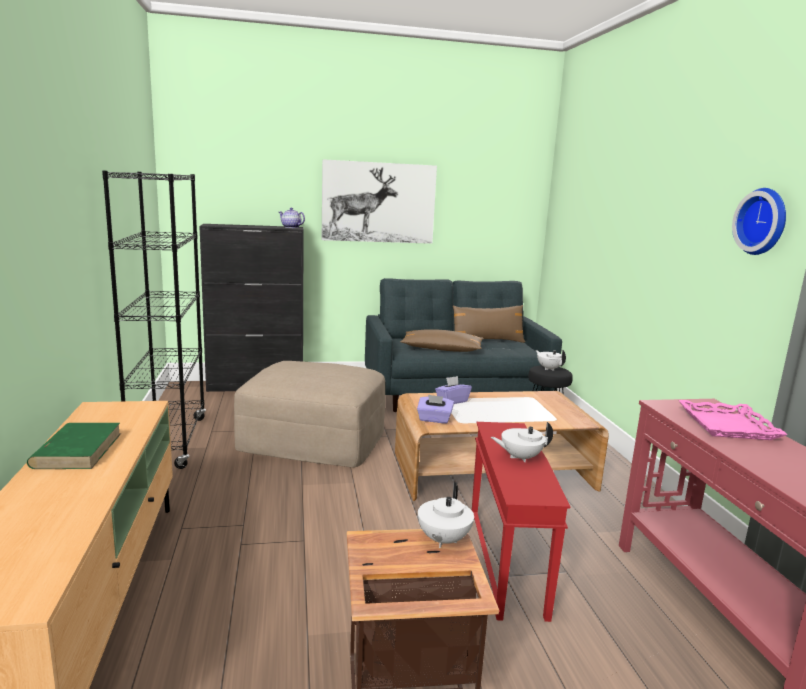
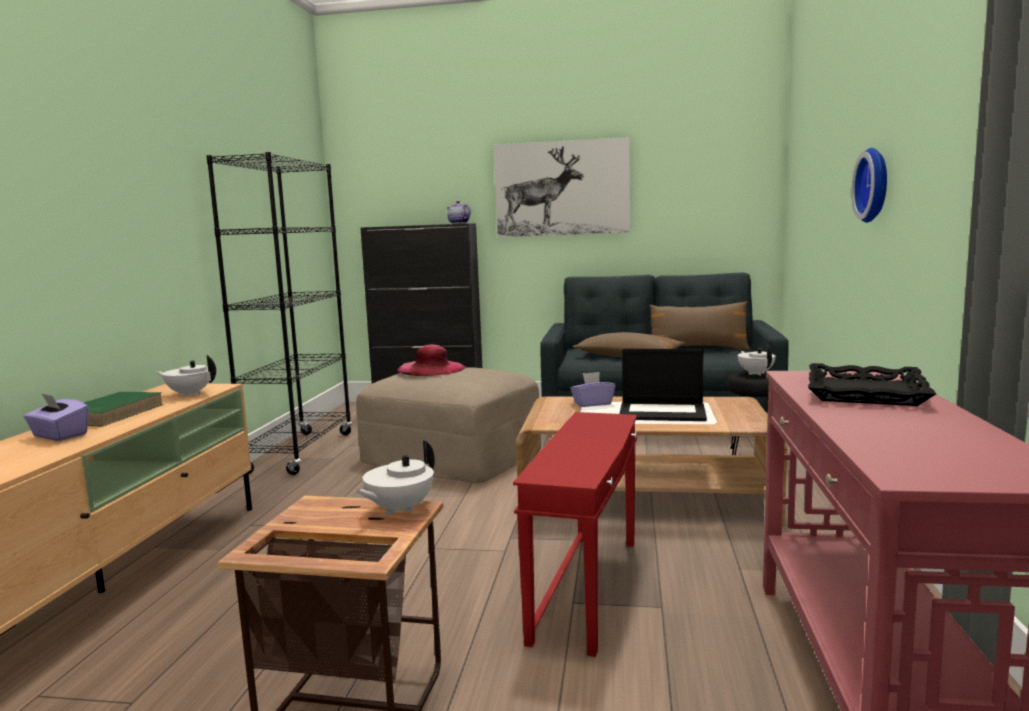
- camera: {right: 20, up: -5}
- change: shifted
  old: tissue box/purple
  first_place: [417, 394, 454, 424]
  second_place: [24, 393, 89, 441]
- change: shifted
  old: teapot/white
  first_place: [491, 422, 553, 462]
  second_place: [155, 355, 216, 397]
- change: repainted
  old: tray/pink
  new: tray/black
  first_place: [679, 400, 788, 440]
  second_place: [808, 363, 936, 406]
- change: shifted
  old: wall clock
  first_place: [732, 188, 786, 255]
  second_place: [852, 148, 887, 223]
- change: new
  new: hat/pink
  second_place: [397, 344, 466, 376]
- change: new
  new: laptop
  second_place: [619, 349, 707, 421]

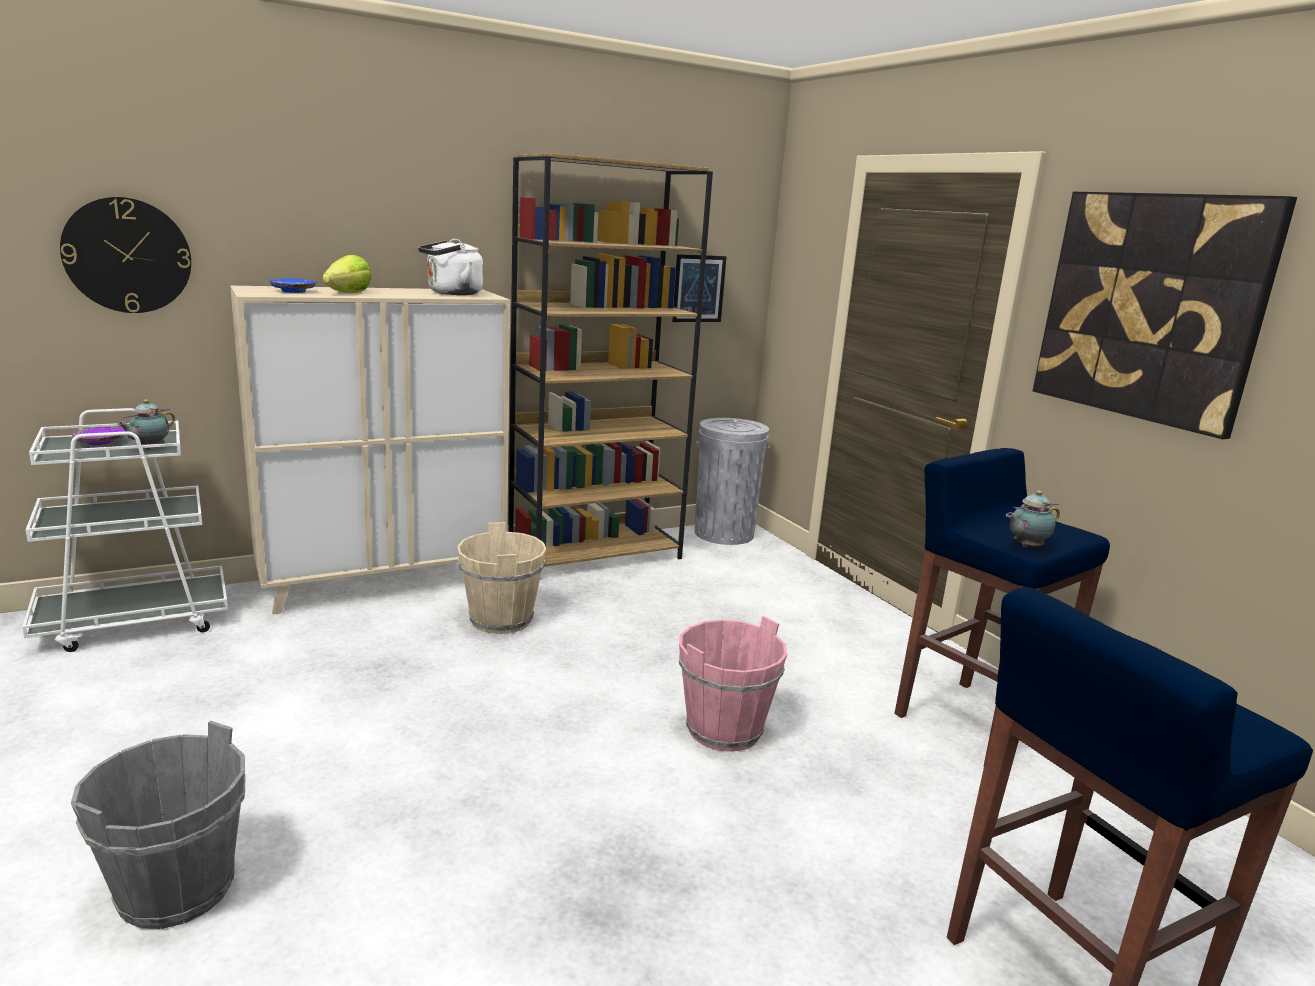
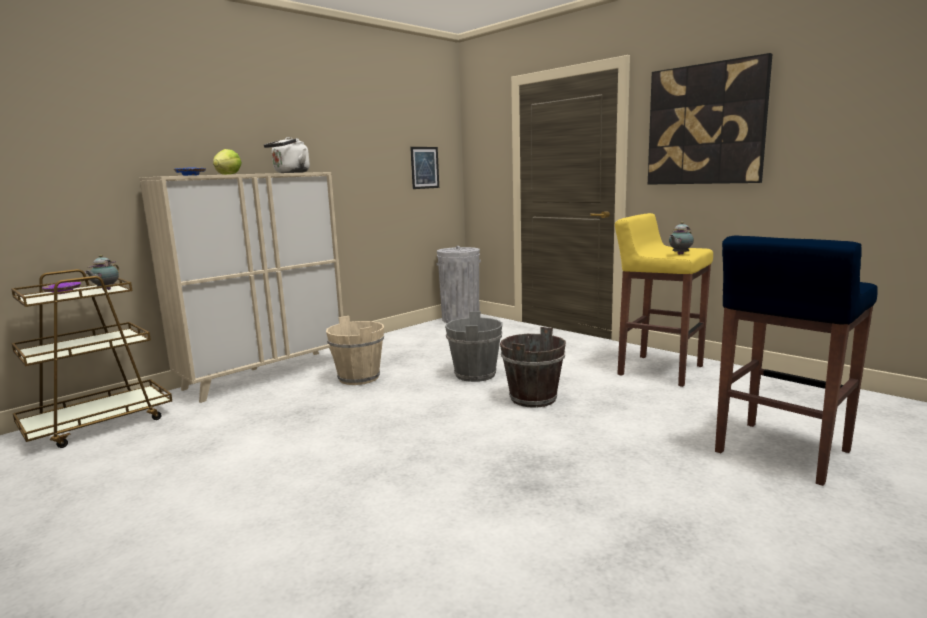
- camera: {right: -15, up: -5}
- change: repainted
  old: cart/white
  new: cart/brown
  first_place: [22, 408, 228, 652]
  second_place: [11, 269, 172, 448]
- change: gone
  old: wall clock
  first_place: [60, 197, 191, 313]
- change: shifted
  old: bucket/grey
  first_place: [71, 721, 246, 929]
  second_place: [445, 311, 502, 382]
- change: gone
  old: bookcase/brown
  first_place: [509, 153, 713, 567]
- change: repainted
  old: bucket/pink
  new: bucket/brown
  first_place: [679, 616, 787, 752]
  second_place: [500, 327, 566, 408]
- change: repainted
  old: stool/blue
  new: stool/yellow
  first_place: [894, 448, 1110, 764]
  second_place: [615, 213, 713, 387]

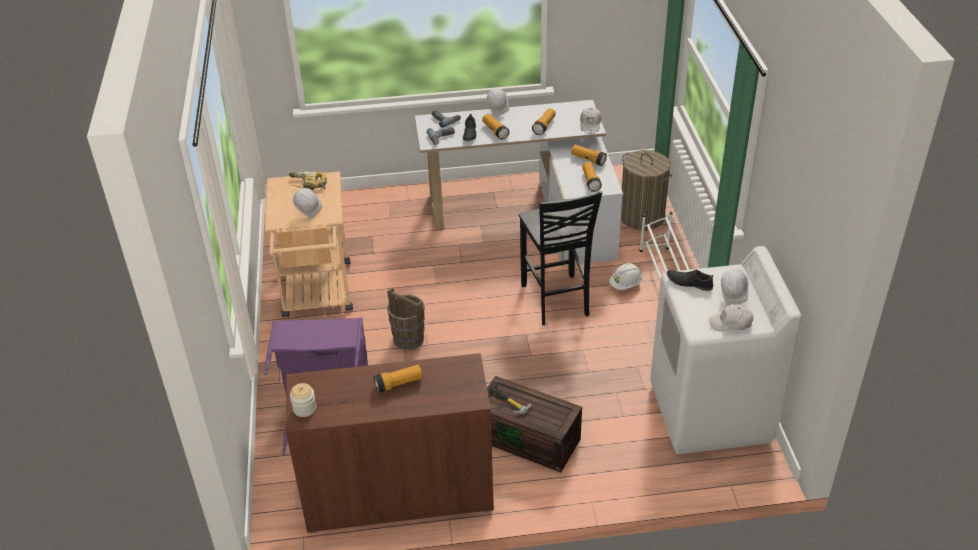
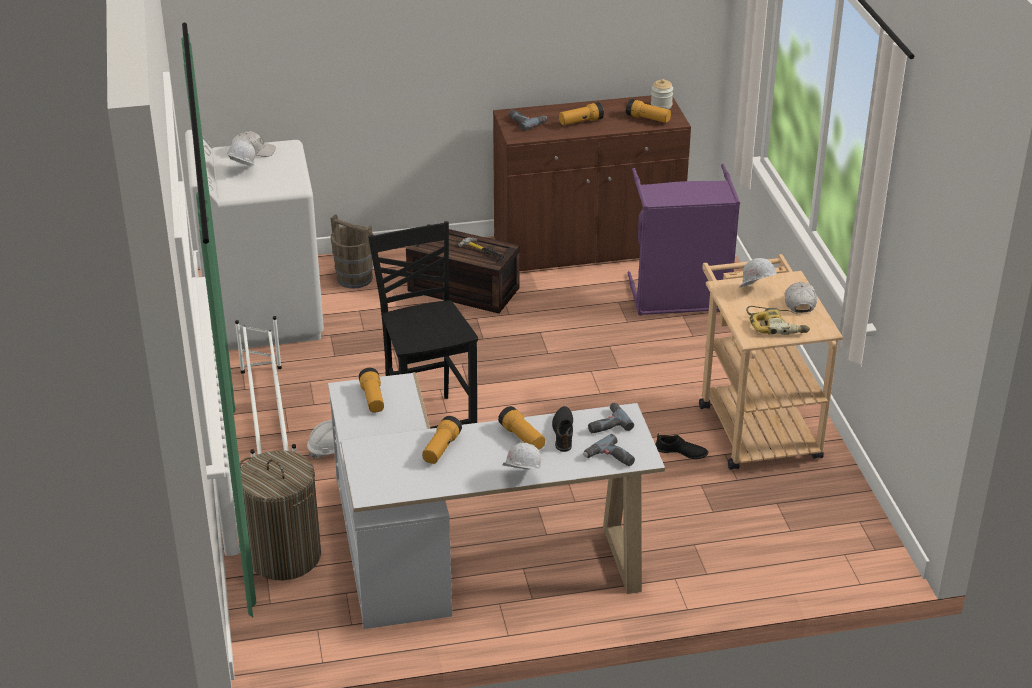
- camera: {right: 175, up: -5}
- change: shifted
  old: bucket/brown
  first_place: [387, 287, 425, 350]
  second_place: [330, 214, 373, 289]
- change: shifted
  old: flashlight
  first_place: [571, 145, 607, 166]
  second_place: [626, 99, 671, 123]
- change: shifted
  old: cap/white
  first_place: [580, 107, 601, 132]
  second_place: [785, 282, 817, 313]
- change: shifted
  old: shoe/black
  first_place: [667, 270, 713, 291]
  second_place: [655, 433, 708, 459]
- change: new
  new: power drill
  second_place: [509, 110, 547, 131]

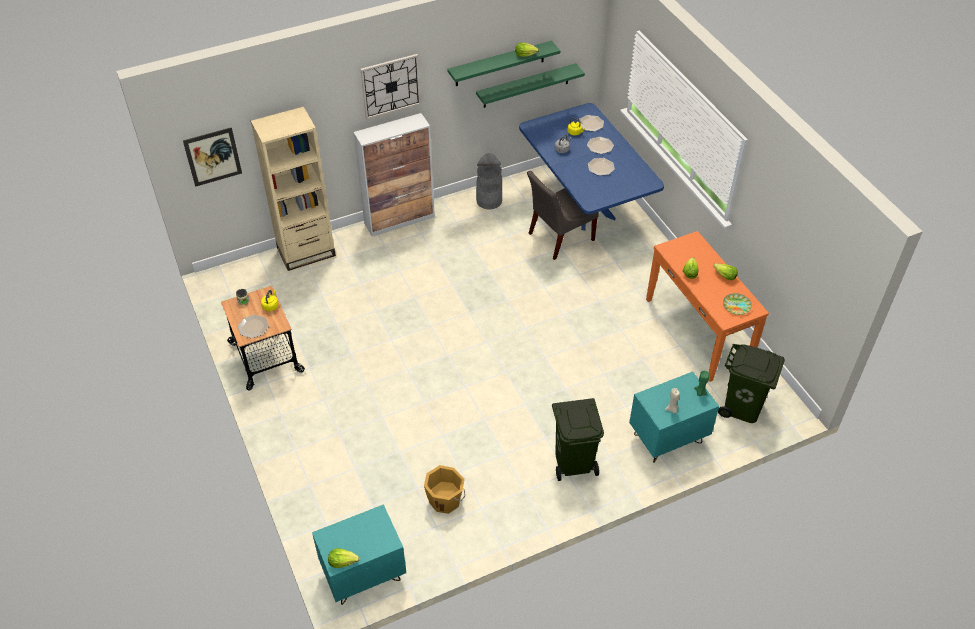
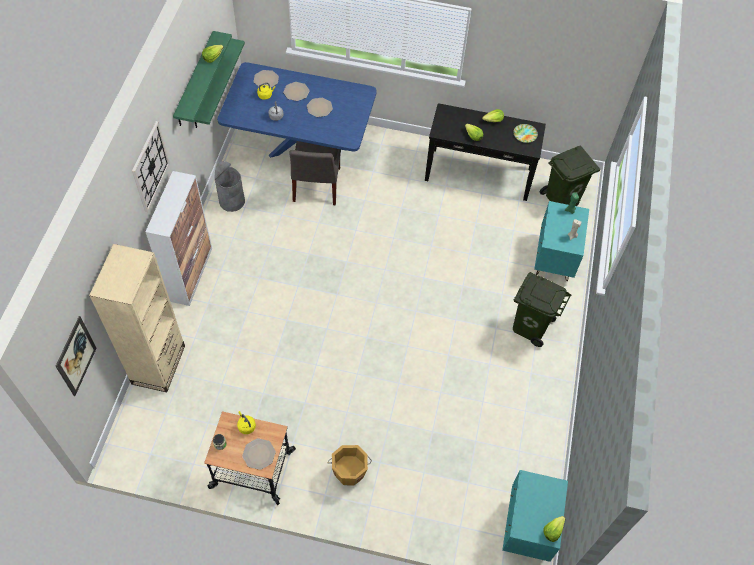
- camera: {right: -55, up: 10}
- change: shifted
  old: bucket/orange
  first_place: [424, 465, 465, 514]
  second_place: [328, 445, 372, 486]
- change: repainted
  old: console table/orange
  new: console table/black
  first_place: [646, 231, 769, 382]
  second_place: [425, 103, 546, 201]

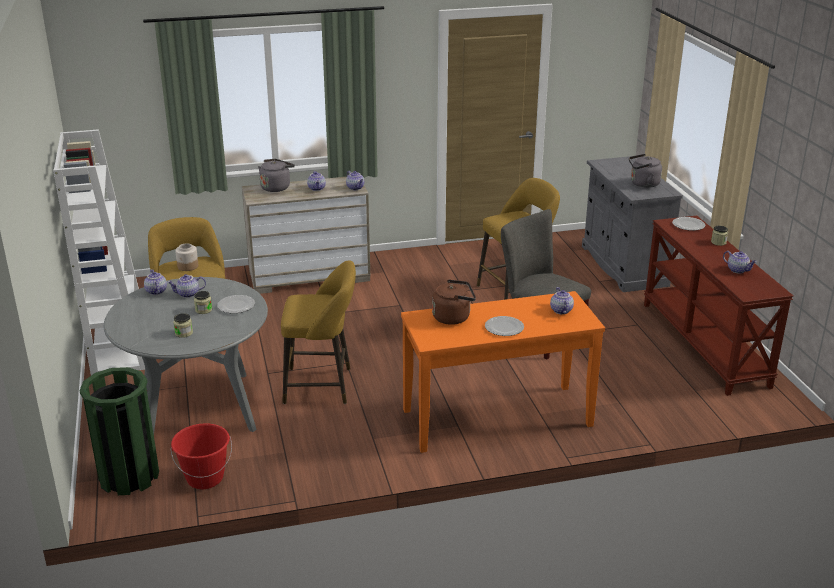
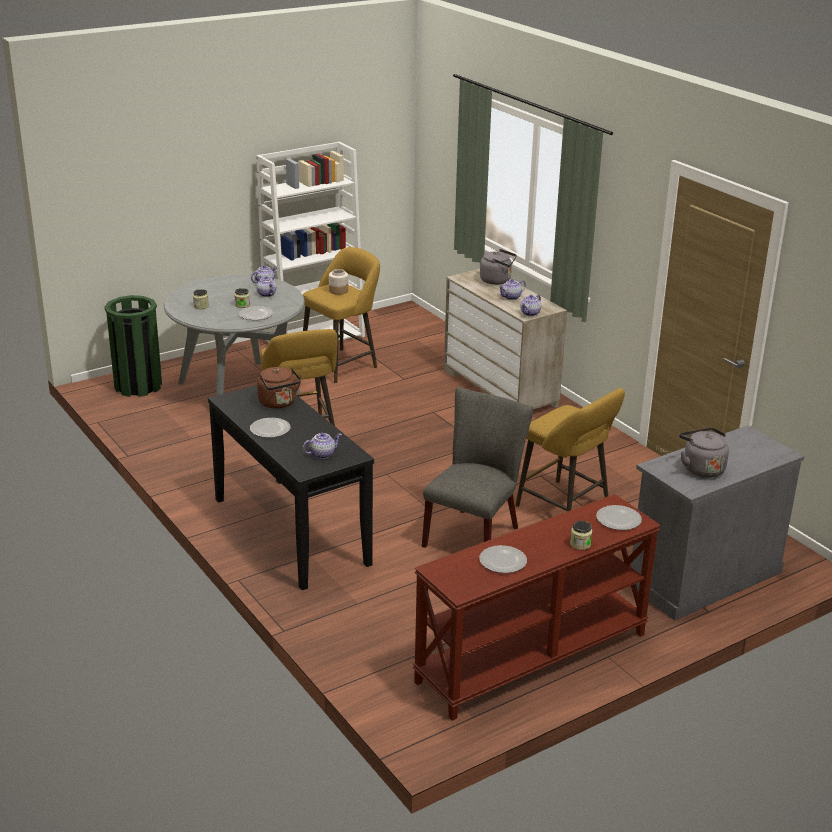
- camera: {right: 70, up: 0}
- change: gone
  old: bucket/red
  first_place: [170, 423, 232, 489]
- change: repainted
  old: console table/orange
  new: console table/black
  first_place: [401, 291, 605, 453]
  second_place: [208, 385, 374, 590]
- change: swapped
  old: teapot
  new: plate
  first_place: [723, 251, 757, 273]
  second_place: [479, 545, 527, 573]

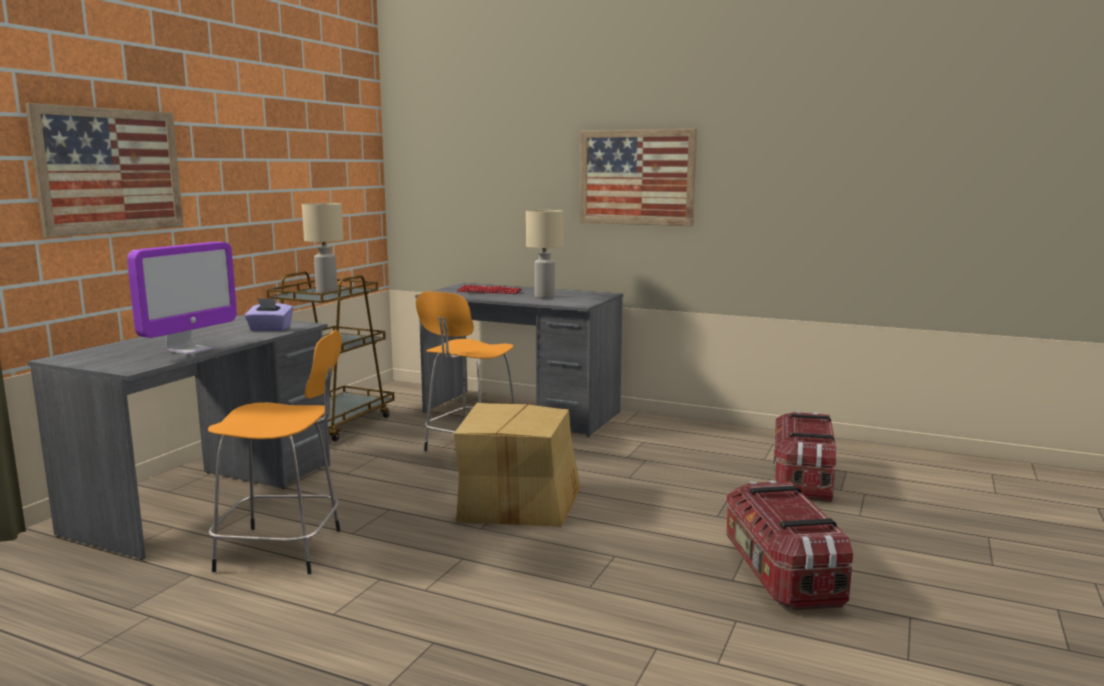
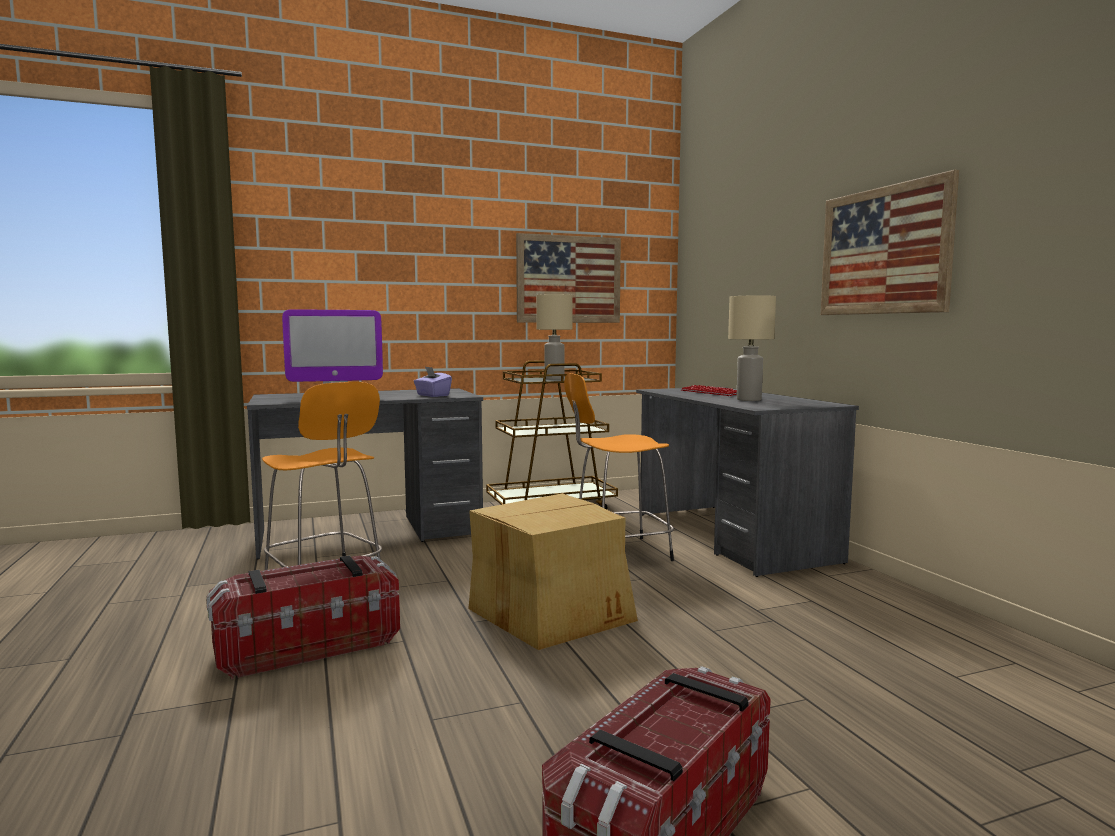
- camera: {right: 45, up: -5}
- change: shifted
  old: picture
  first_place: [25, 103, 184, 238]
  second_place: [516, 233, 621, 323]
- change: shifted
  old: storage box
  first_place: [773, 411, 837, 502]
  second_place: [206, 556, 400, 679]

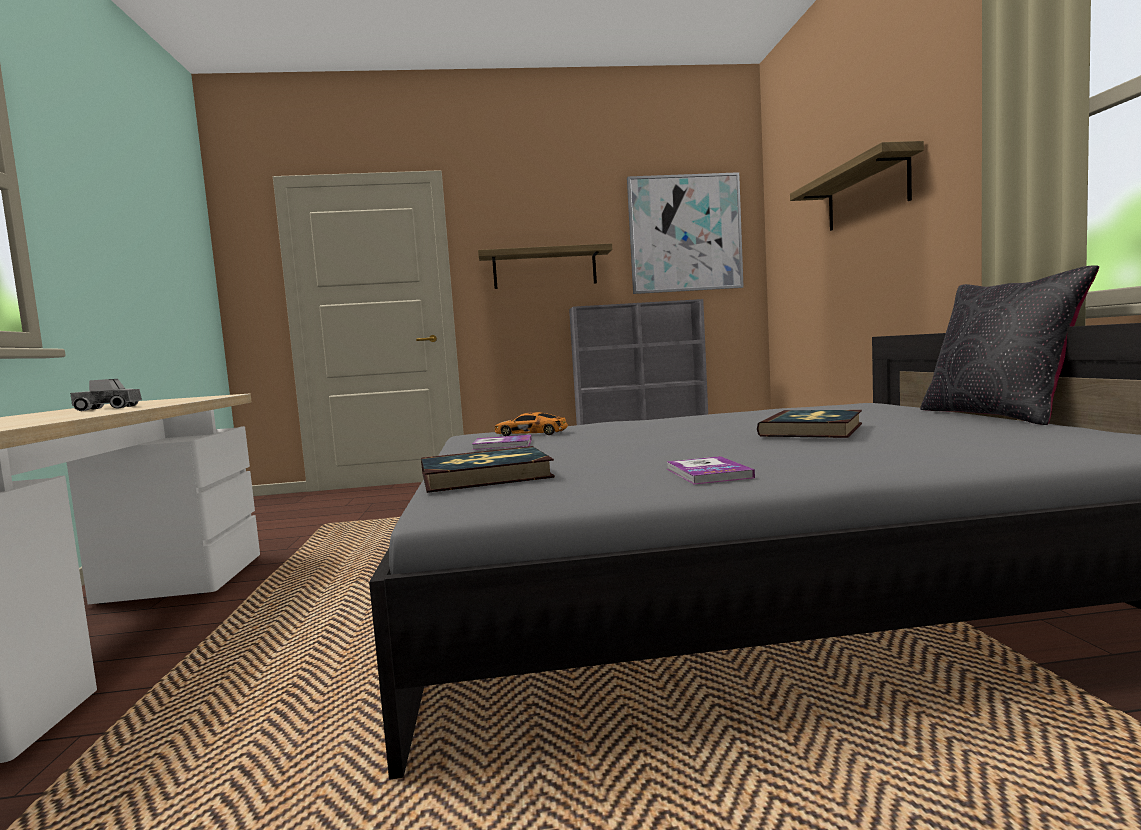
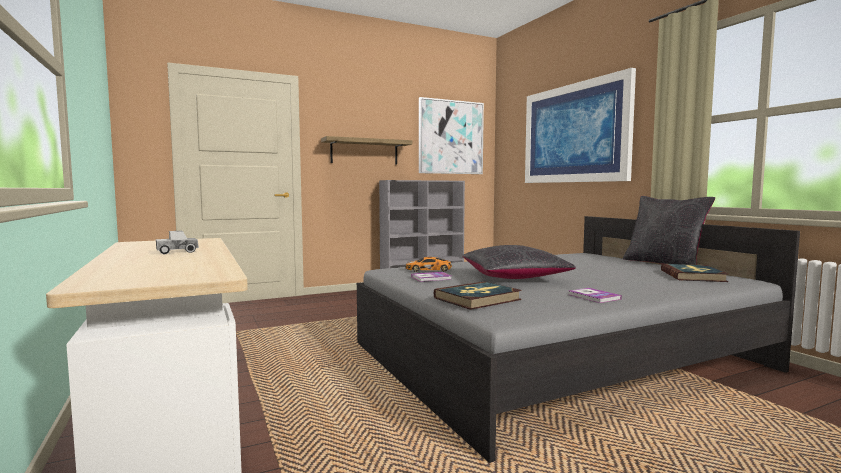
- camera: {right: -20, up: 0}
- change: shifted
  old: book
  first_place: [757, 410, 862, 438]
  second_place: [661, 264, 729, 282]
- change: swapped
  old: shelf
  new: picture
  first_place: [790, 141, 924, 231]
  second_place: [525, 68, 636, 183]
- change: new
  new: pillow/black
  second_place: [462, 245, 576, 279]

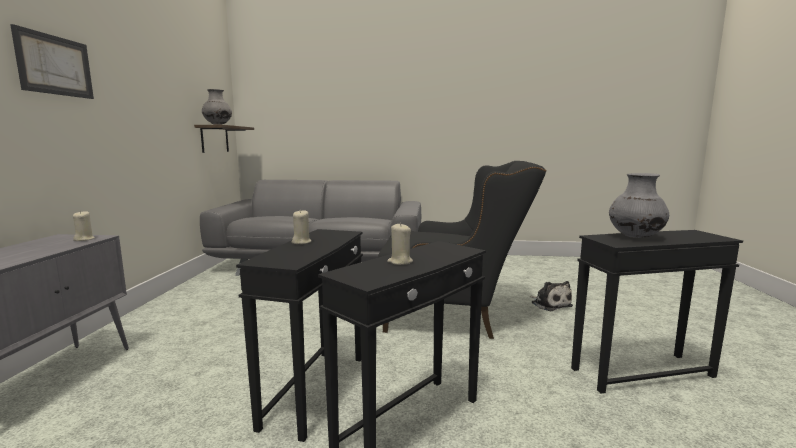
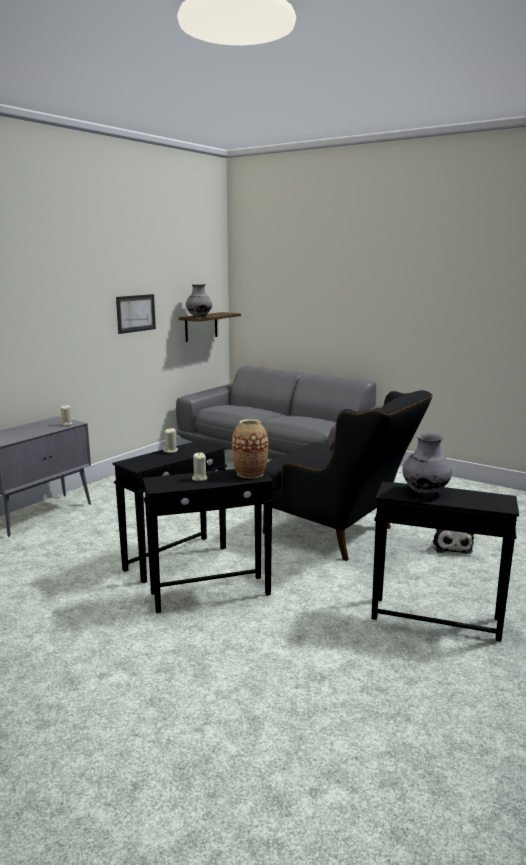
- camera: {right: 30, up: 5}
- change: shifted
  old: picture
  first_place: [10, 24, 94, 99]
  second_place: [116, 294, 156, 334]
- change: new
  new: vase
  second_place: [232, 419, 268, 479]

